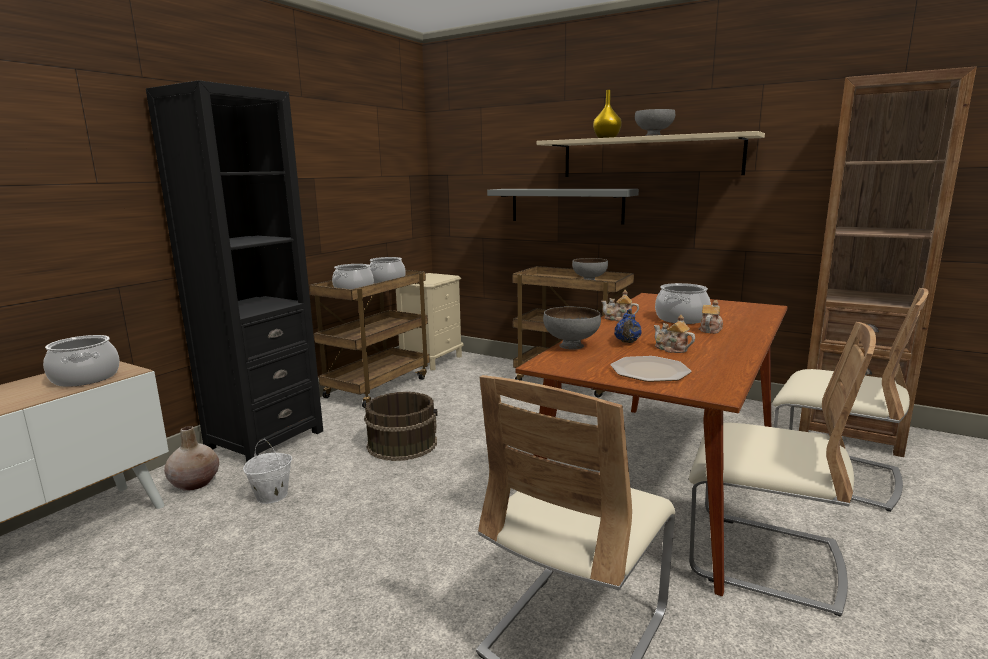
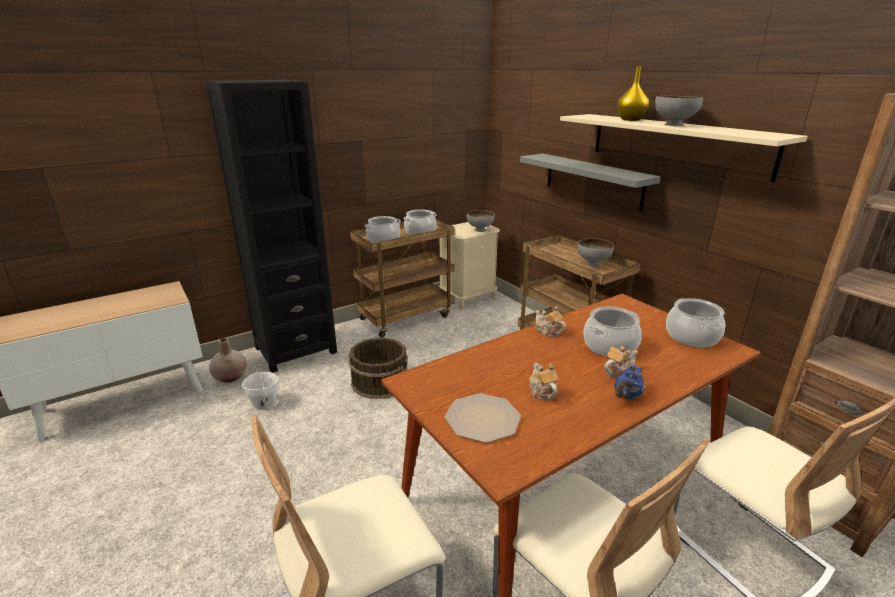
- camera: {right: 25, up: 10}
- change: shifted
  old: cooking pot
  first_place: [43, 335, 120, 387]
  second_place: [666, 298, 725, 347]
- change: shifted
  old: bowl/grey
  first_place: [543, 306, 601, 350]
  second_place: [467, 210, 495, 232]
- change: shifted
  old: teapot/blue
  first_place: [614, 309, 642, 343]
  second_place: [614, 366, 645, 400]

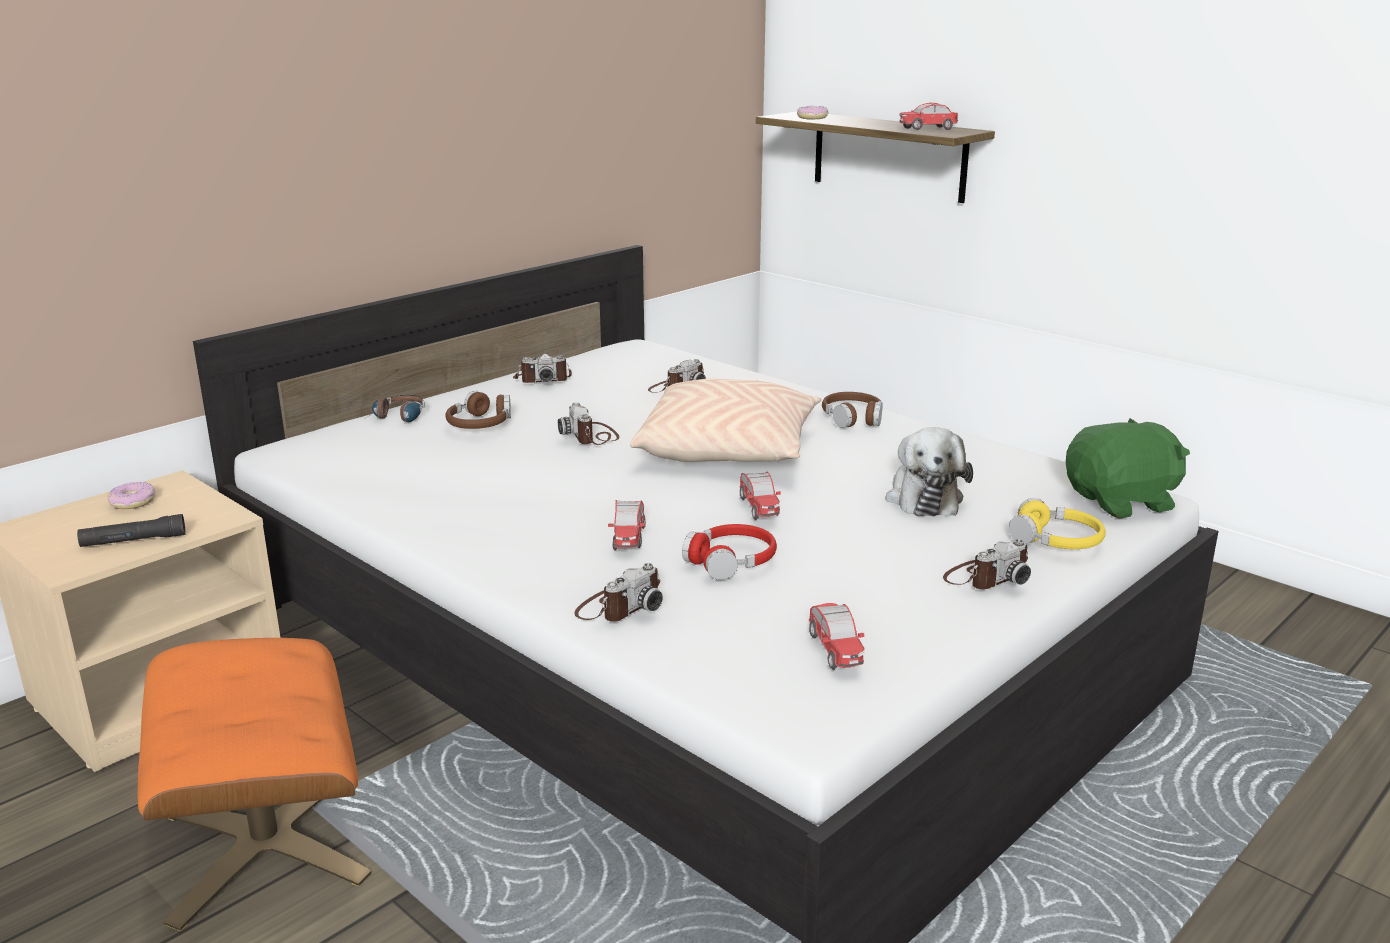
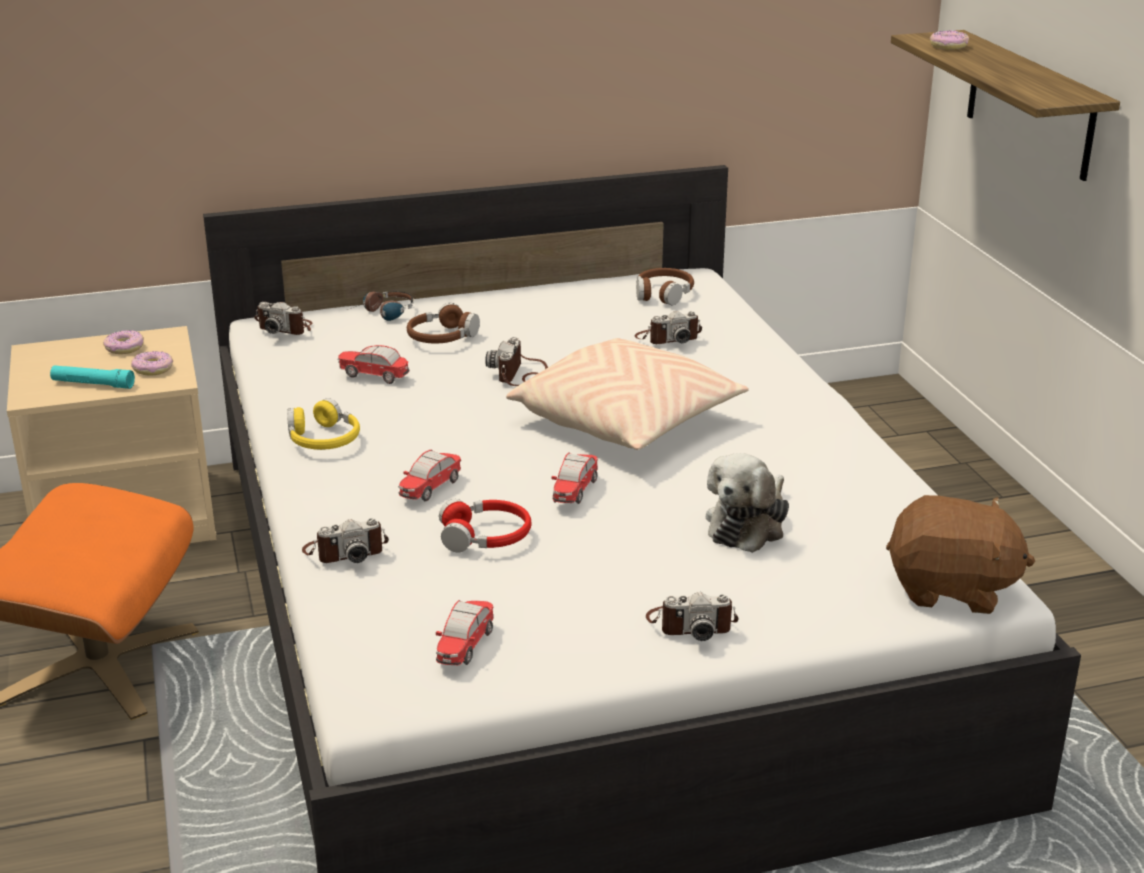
- camera: {right: 30, up: 5}
- change: repainted
  old: flashlight/black
  new: flashlight/turquoise
  first_place: [77, 514, 185, 547]
  second_place: [50, 365, 135, 389]
- change: shifted
  old: photo camera
  first_place: [513, 354, 572, 383]
  second_place: [254, 302, 312, 335]
- change: shifted
  old: headphones/brown
  first_place: [822, 392, 883, 428]
  second_place: [636, 268, 694, 305]
- change: shifted
  old: toy car
  first_place: [899, 103, 958, 130]
  second_place: [338, 345, 409, 384]
- change: shifted
  old: headphones/yellow
  first_place: [1009, 498, 1106, 549]
  second_place: [287, 398, 360, 450]
- change: repainted
  old: plush toy/green
  new: plush toy/brown
  first_place: [1066, 418, 1190, 519]
  second_place: [886, 495, 1035, 614]
- change: new
  new: donut
  second_place: [131, 351, 173, 375]

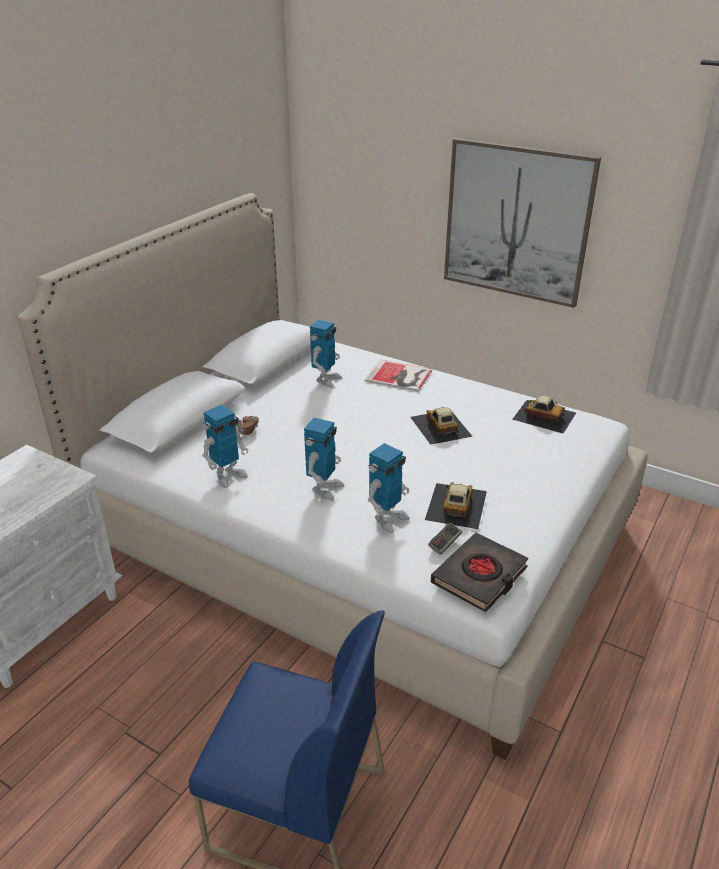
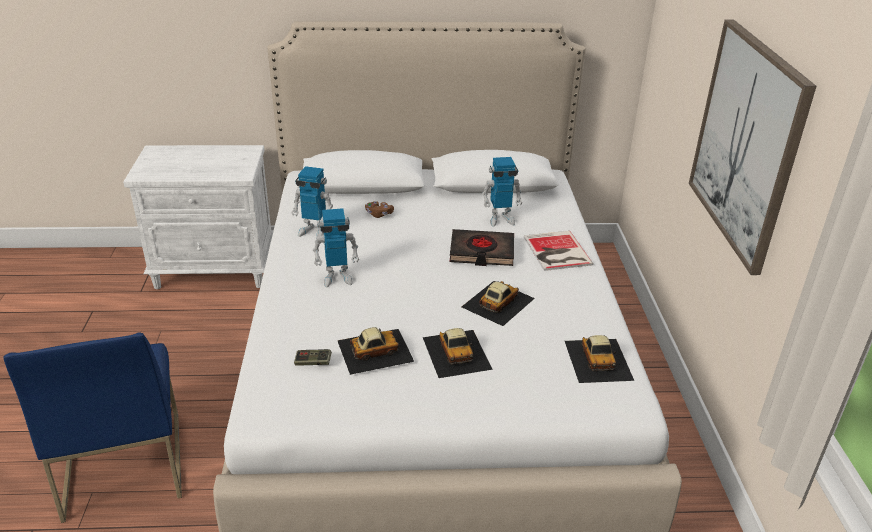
- camera: {right: 55, up: 0}
- change: gone
  old: toy robot
  first_place: [368, 443, 410, 533]
- change: shifted
  old: book/black
  first_place: [431, 533, 528, 612]
  second_place: [450, 229, 514, 266]
- change: new
  new: toy car
  second_place: [423, 328, 493, 378]

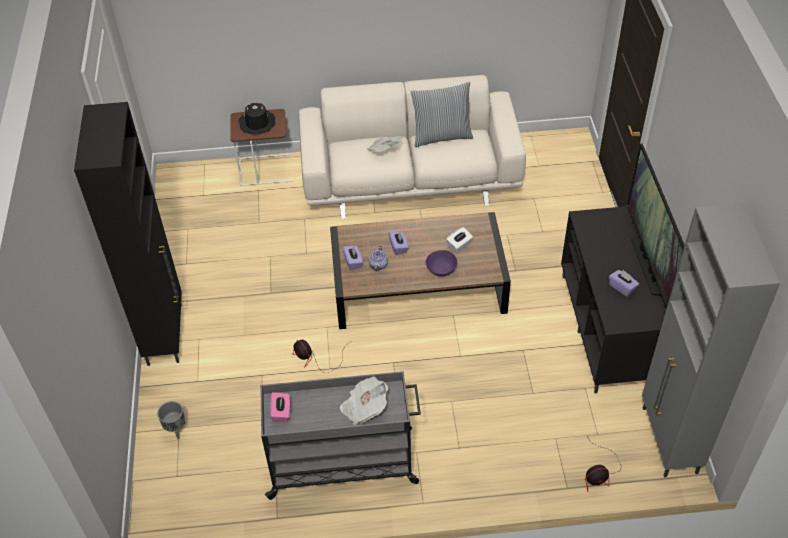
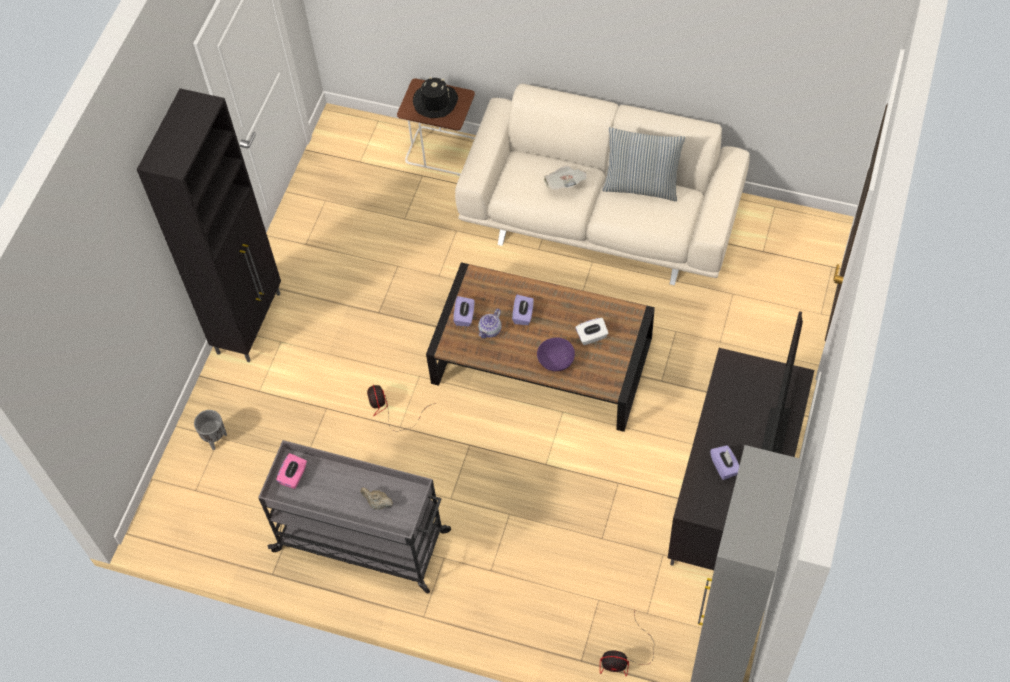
- camera: {right: 25, up: 10}
- change: swapped
  old: newspaper
  new: teapot/beige
  first_place: [340, 377, 388, 425]
  second_place: [361, 488, 393, 510]

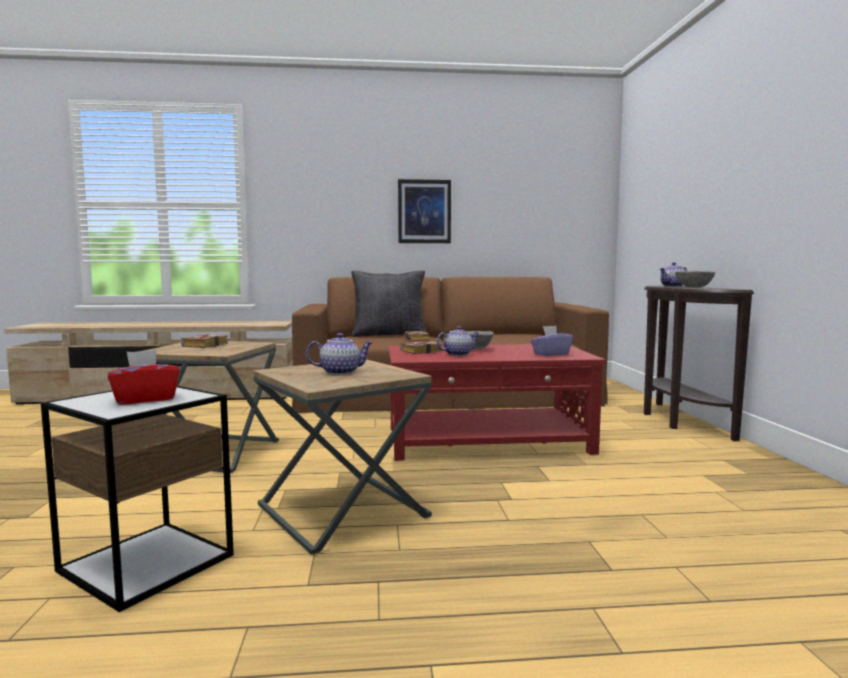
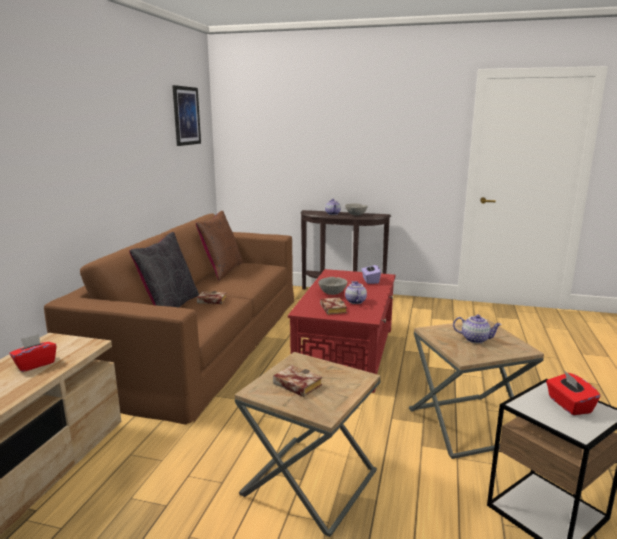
- camera: {right: -70, up: 10}
- change: rotated
  old: teapot
  first_place: [306, 333, 373, 375]
  second_place: [453, 314, 502, 343]
  degrees: 105
- change: shifted
  old: picture
  first_place: [398, 179, 451, 243]
  second_place: [172, 85, 201, 146]
- change: new
  new: tissue box/red
  second_place: [10, 334, 56, 372]
- change: new
  new: pillow/brown
  second_place: [196, 211, 243, 281]

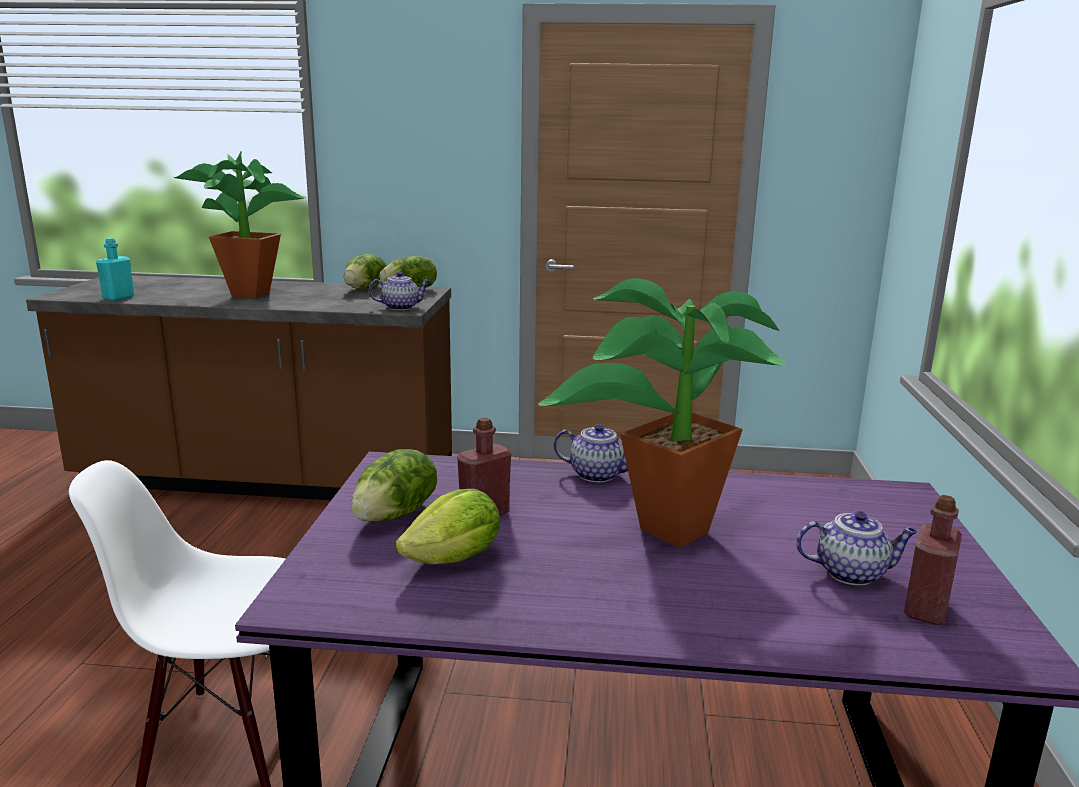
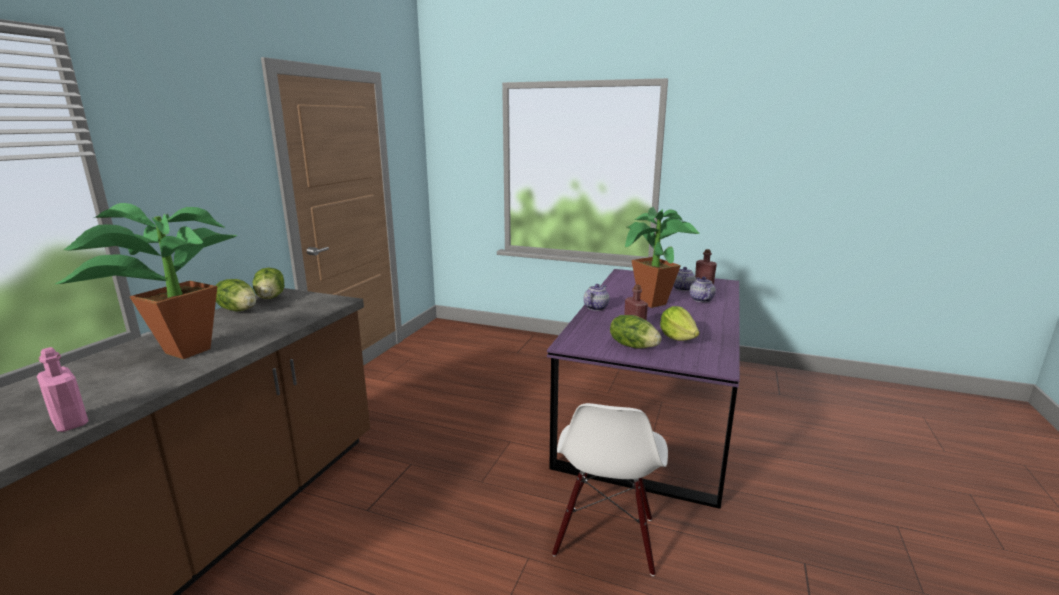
- camera: {right: -75, up: 0}
- change: repainted
  old: bottle/turquoise
  new: bottle/pink
  first_place: [96, 238, 134, 301]
  second_place: [37, 347, 89, 432]
- change: shifted
  old: teapot
  first_place: [369, 272, 430, 310]
  second_place: [690, 277, 716, 302]

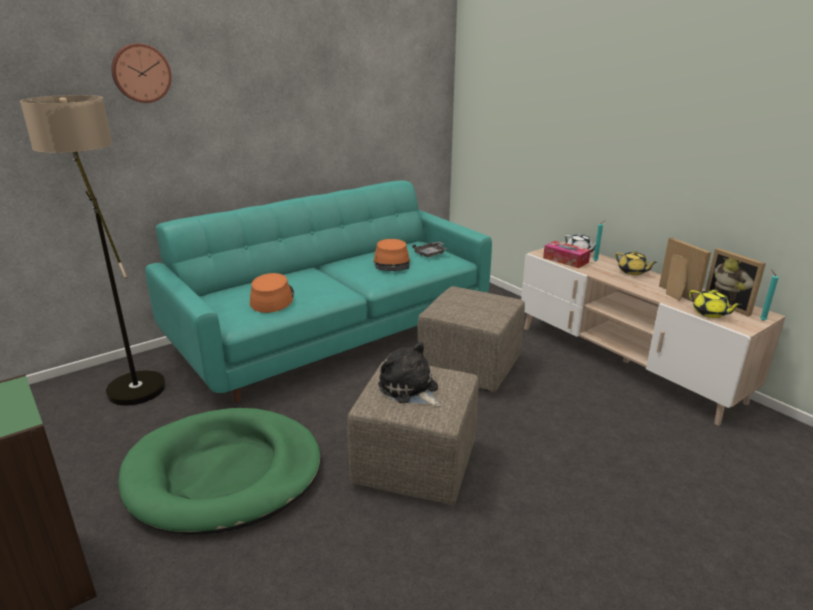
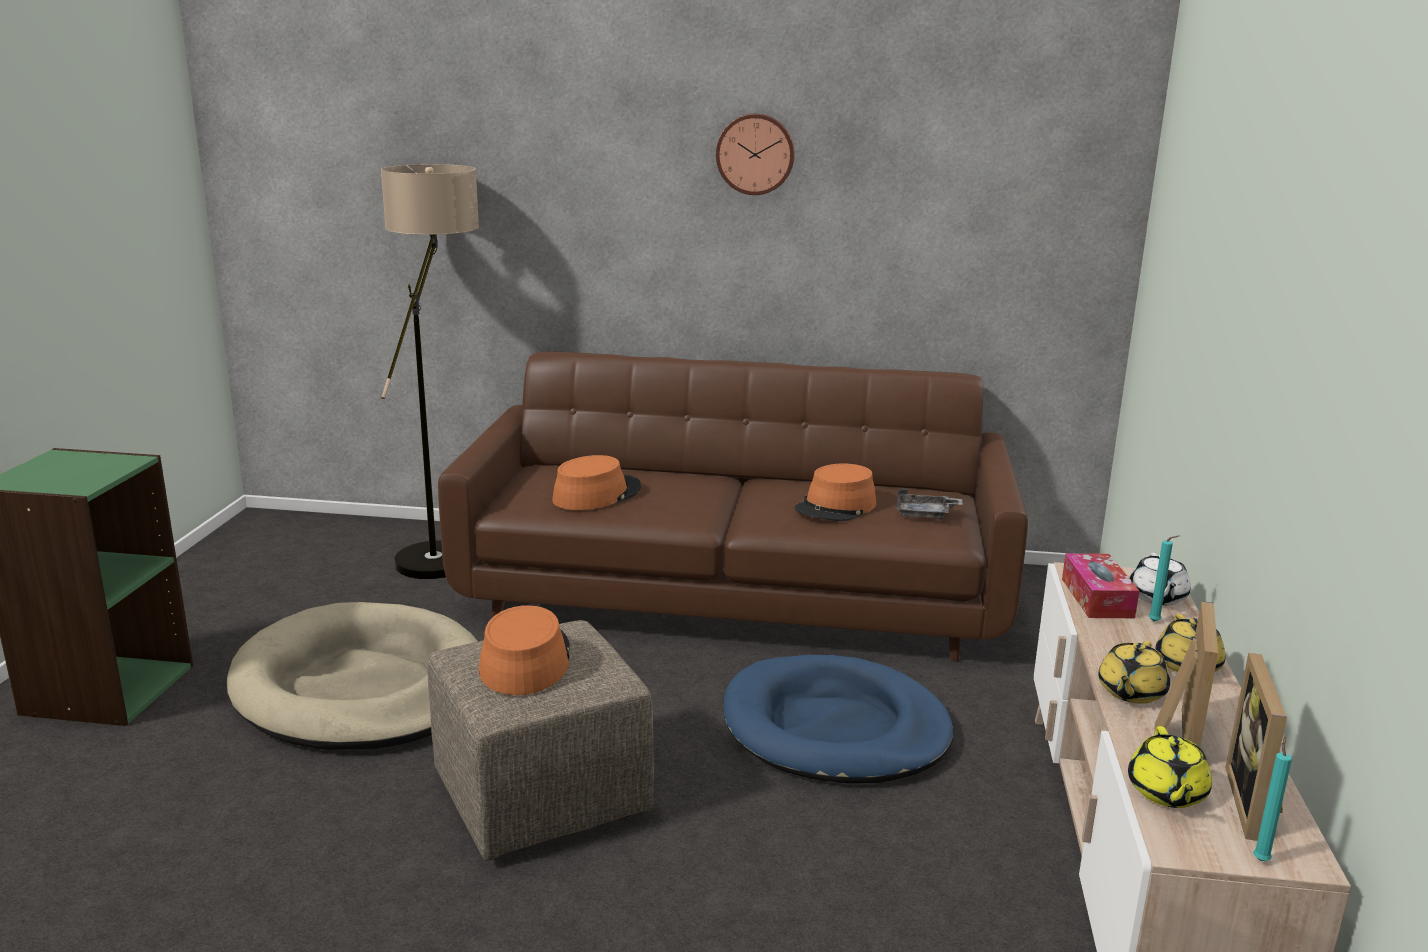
- camera: {right: 45, up: -5}
- change: shifted
  old: wall clock
  first_place: [111, 43, 172, 103]
  second_place: [716, 114, 795, 195]
- change: repainted
  old: dog bed/green
  new: dog bed/beige
  first_place: [119, 408, 321, 535]
  second_place: [227, 602, 478, 750]
- change: repainted
  old: sofa/turquoise
  new: sofa/brown
  first_place: [145, 180, 492, 403]
  second_place: [438, 351, 1028, 662]
- change: swapped
  old: plush toy
  new: hat/orange
  first_place: [378, 342, 441, 406]
  second_place: [479, 605, 570, 695]
- change: swapped
  old: ottoman/beige
  new: dog bed/blue
  first_place: [418, 286, 525, 392]
  second_place: [724, 655, 954, 784]
- change: new
  new: teapot/yellow
  second_place: [1098, 641, 1170, 704]

